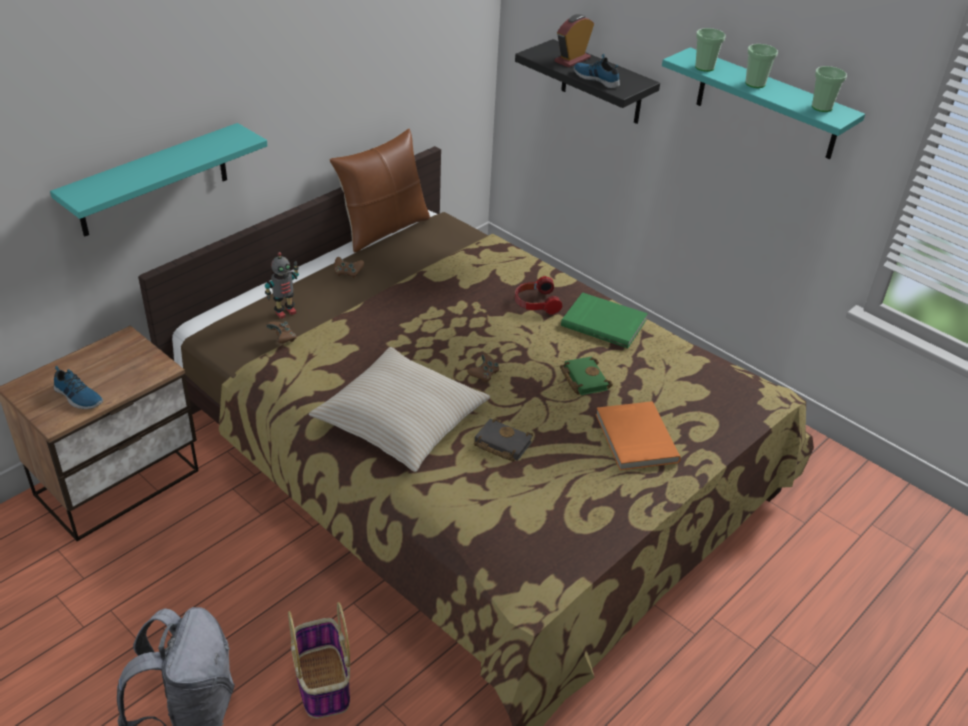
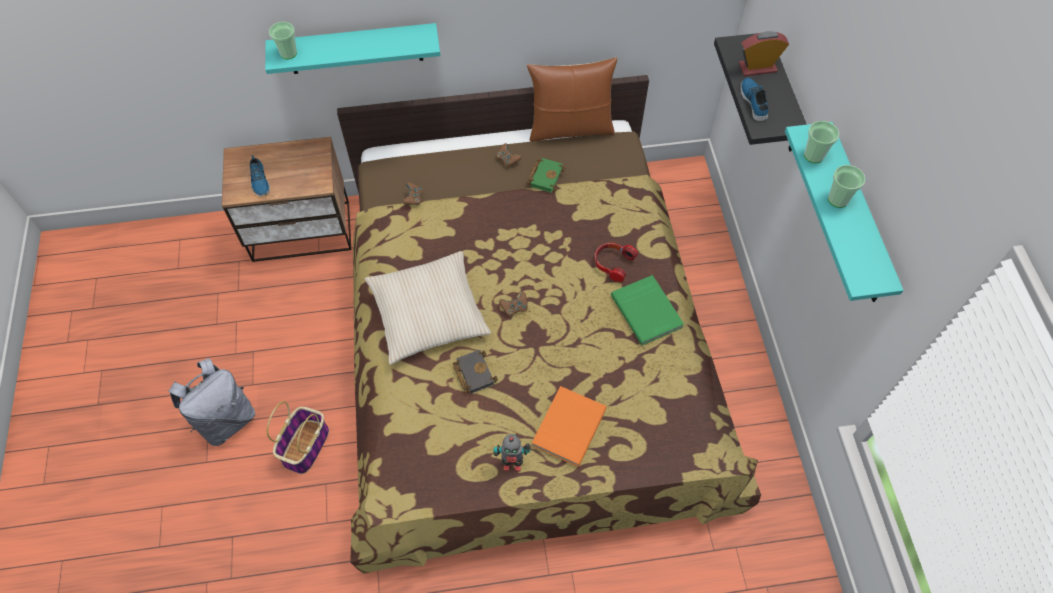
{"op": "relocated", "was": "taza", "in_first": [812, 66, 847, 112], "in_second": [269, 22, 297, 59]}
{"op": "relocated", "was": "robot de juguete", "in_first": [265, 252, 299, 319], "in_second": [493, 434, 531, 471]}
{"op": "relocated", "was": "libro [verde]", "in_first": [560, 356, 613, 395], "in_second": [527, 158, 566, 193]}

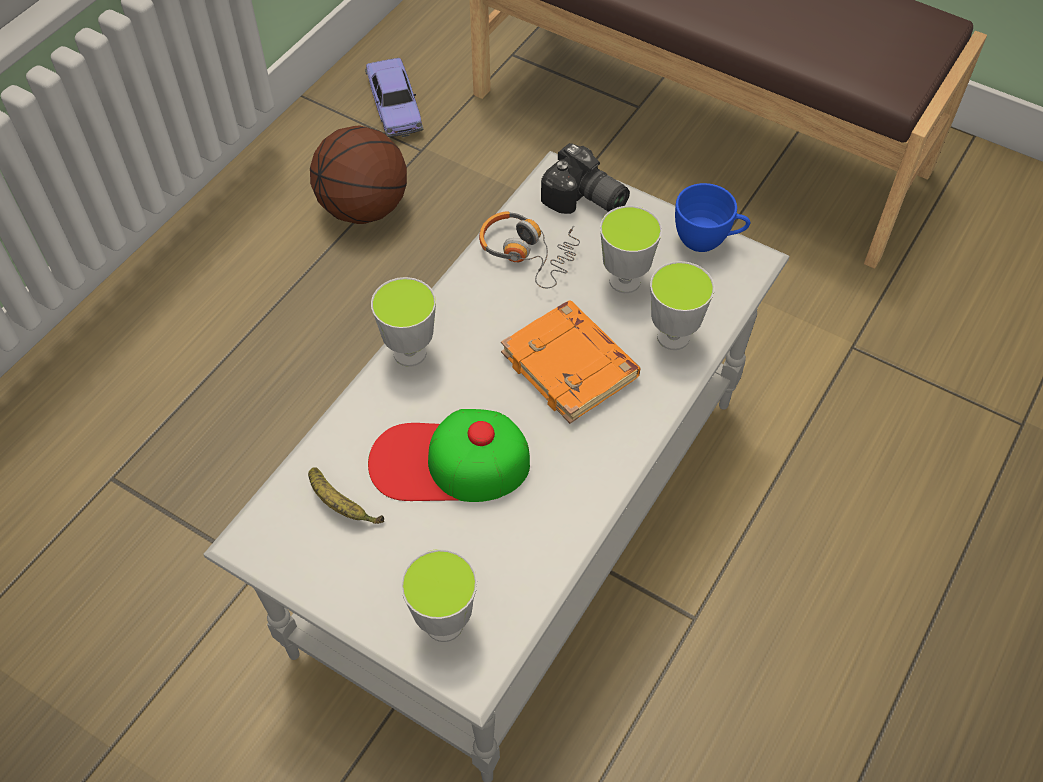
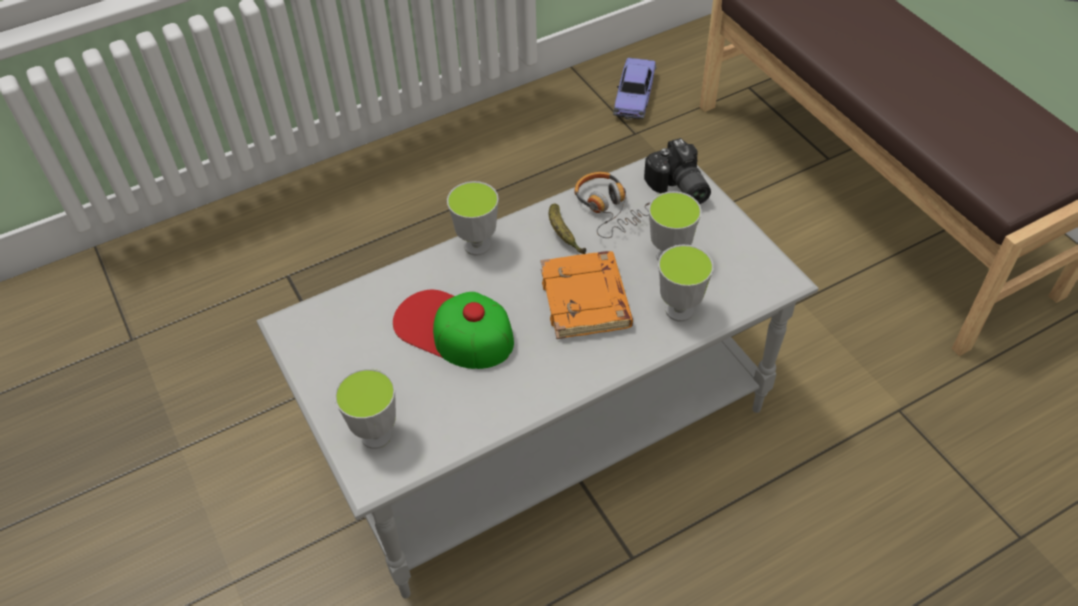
{"op": "relocated", "was": "plátano", "in_first": [308, 467, 384, 524], "in_second": [549, 204, 586, 254]}
{"op": "missing", "was": "balón de baloncesto", "in_first": [310, 125, 407, 224]}
{"op": "missing", "was": "taza [azul]", "in_first": [675, 183, 750, 252]}

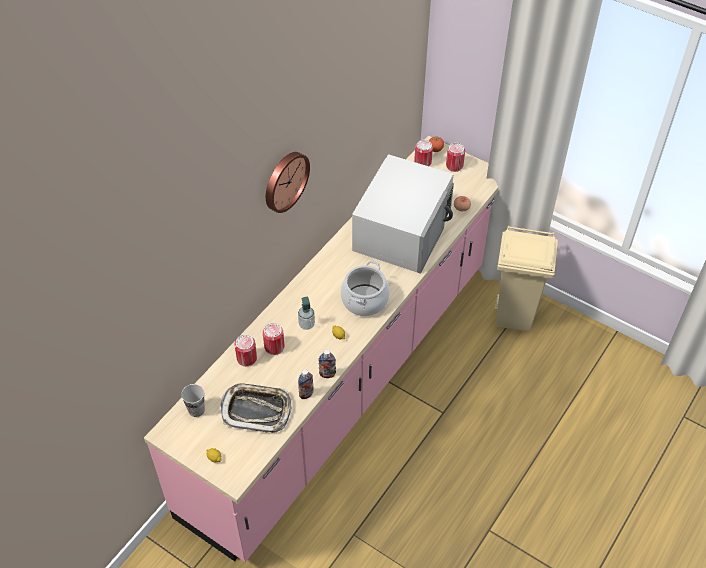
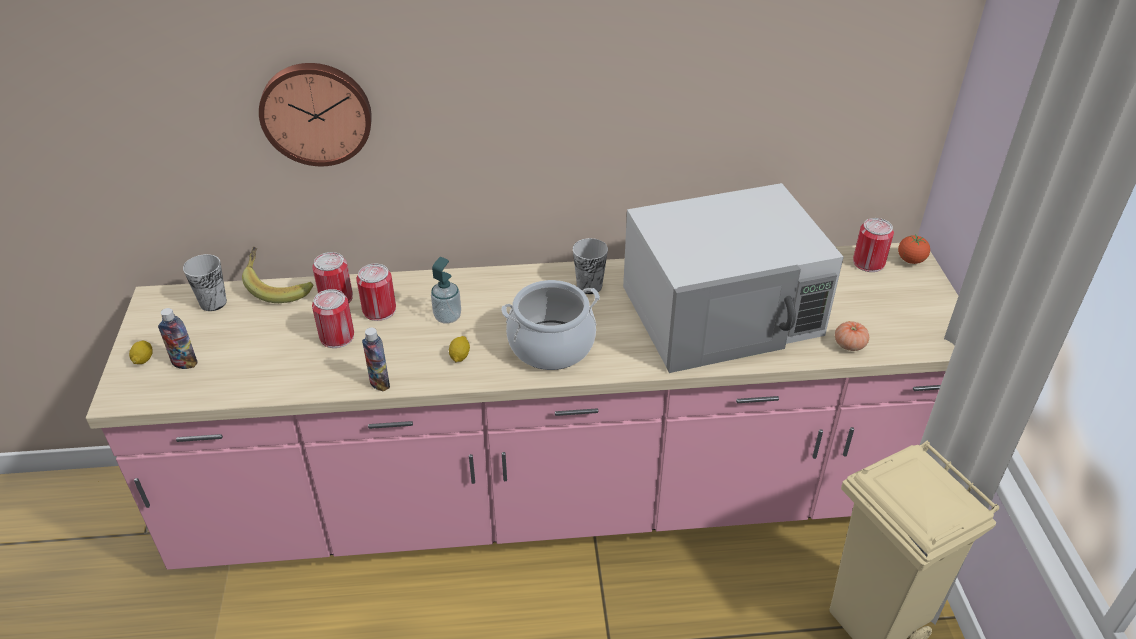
{"op": "relocated", "was": "botella", "in_first": [298, 369, 313, 399], "in_second": [158, 308, 198, 369]}
{"op": "appeared", "now": "plátano", "in_second": [242, 247, 313, 303]}
{"op": "relocated", "was": "reloj de pared", "in_first": [266, 152, 310, 213], "in_second": [259, 63, 372, 166]}
{"op": "relocated", "was": "lata", "in_first": [446, 143, 465, 172], "in_second": [312, 289, 354, 348]}
{"op": "appeared", "now": "taza", "in_second": [573, 238, 608, 294]}
{"op": "missing", "was": "bandeja", "in_first": [221, 383, 292, 433]}

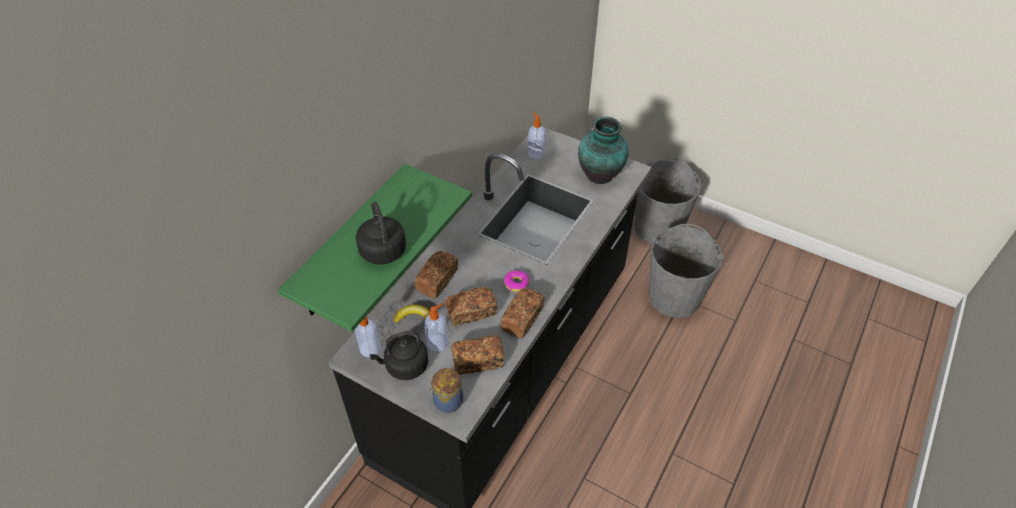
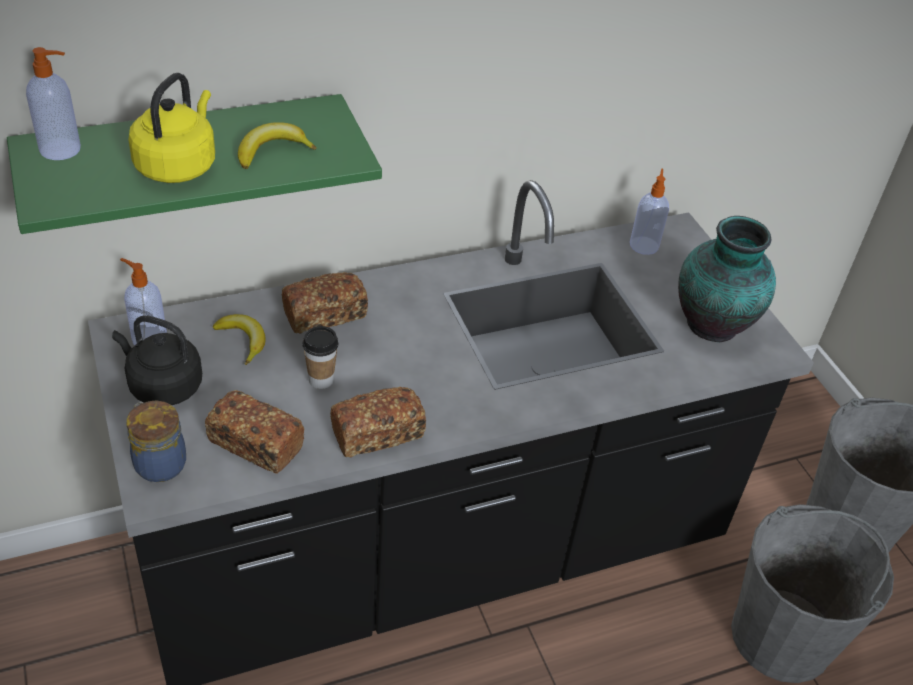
{"op": "relocated", "was": "dispensador de jabón", "in_first": [425, 303, 448, 352], "in_second": [26, 47, 81, 160]}
{"op": "colour", "was": "hervidor [negro]", "now": "hervidor [amarillo]", "in_first": [356, 202, 406, 265], "in_second": [128, 73, 215, 183]}
{"op": "appeared", "now": "plátano", "in_second": [238, 122, 317, 169]}
{"op": "exchanged", "was": "pan", "now": "taza", "in_first": [445, 287, 497, 326], "in_second": [302, 326, 338, 389]}
{"op": "missing", "was": "rosquilla", "in_first": [504, 270, 529, 292]}

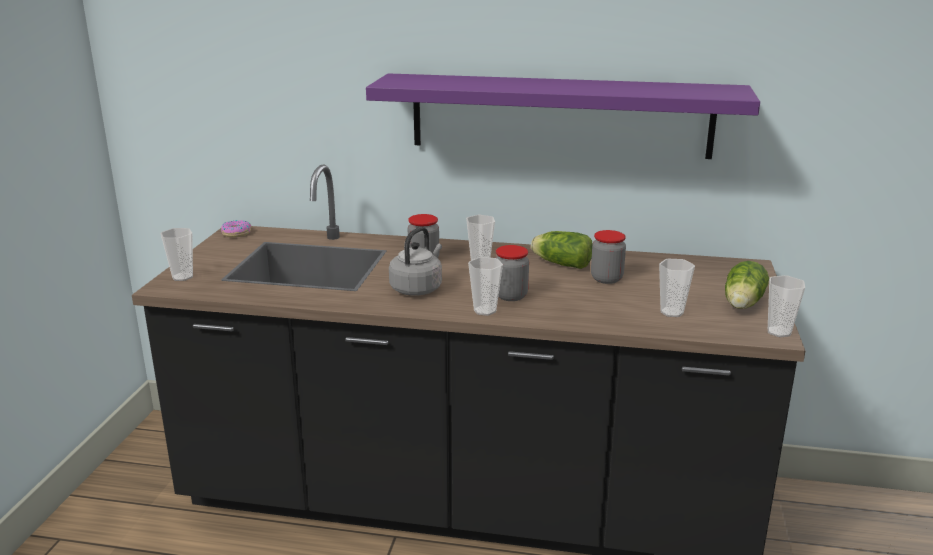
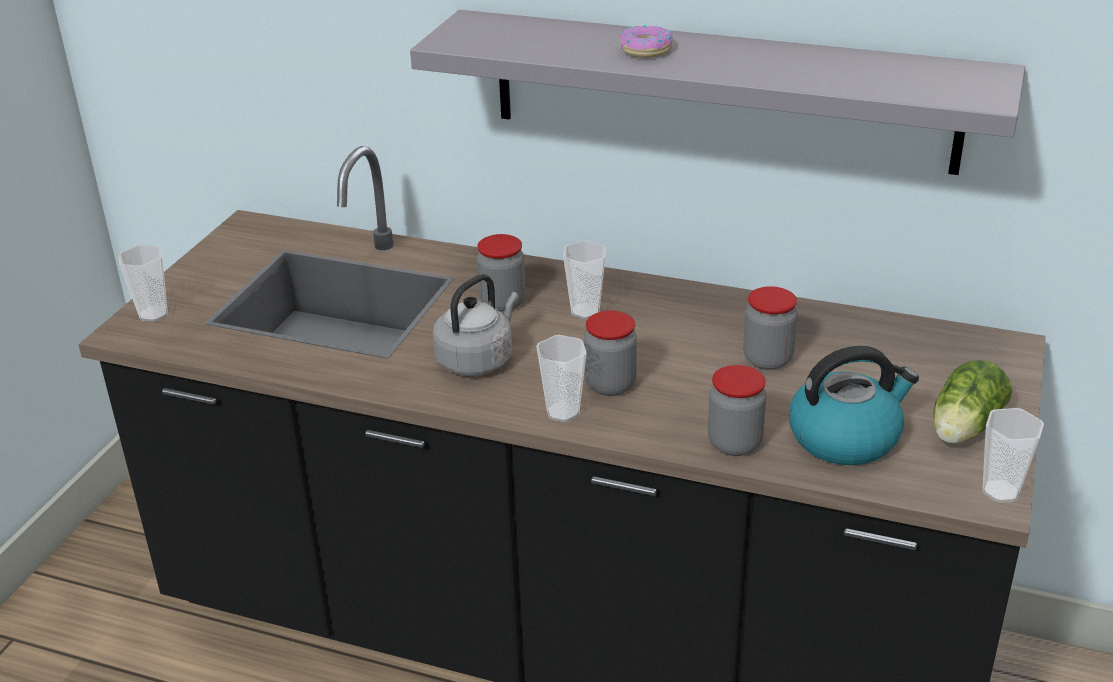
{"op": "colour", "was": "estante [morado]", "now": "estante [gris]", "in_first": [366, 73, 760, 159], "in_second": [410, 10, 1025, 175]}
{"op": "relocated", "was": "rosquilla", "in_first": [221, 220, 251, 238], "in_second": [620, 25, 673, 58]}
{"op": "appeared", "now": "tarro", "in_second": [708, 365, 766, 456]}
{"op": "exchanged", "was": "taza", "now": "hervidor", "in_first": [659, 259, 695, 317], "in_second": [789, 346, 919, 465]}
{"op": "missing", "was": "lechuga", "in_first": [531, 231, 592, 269]}

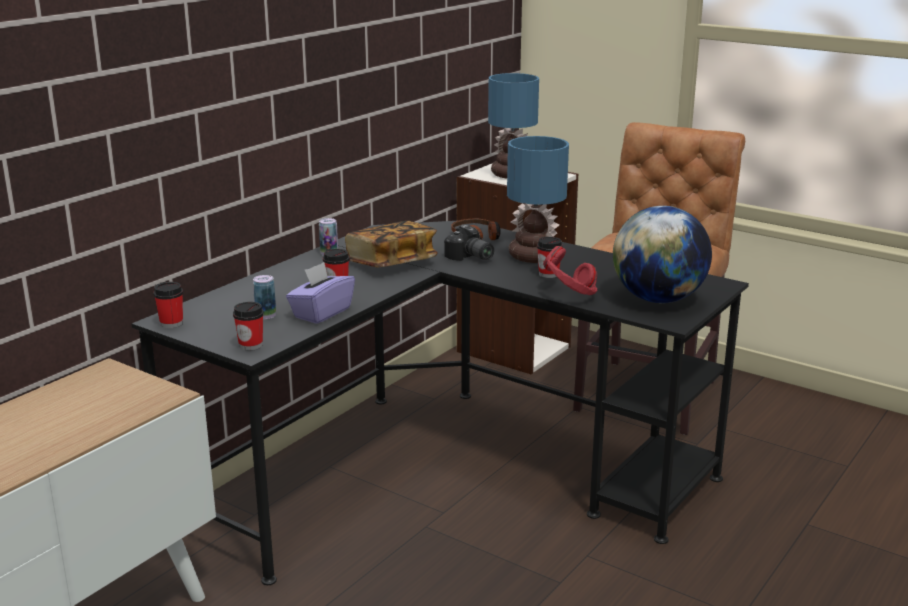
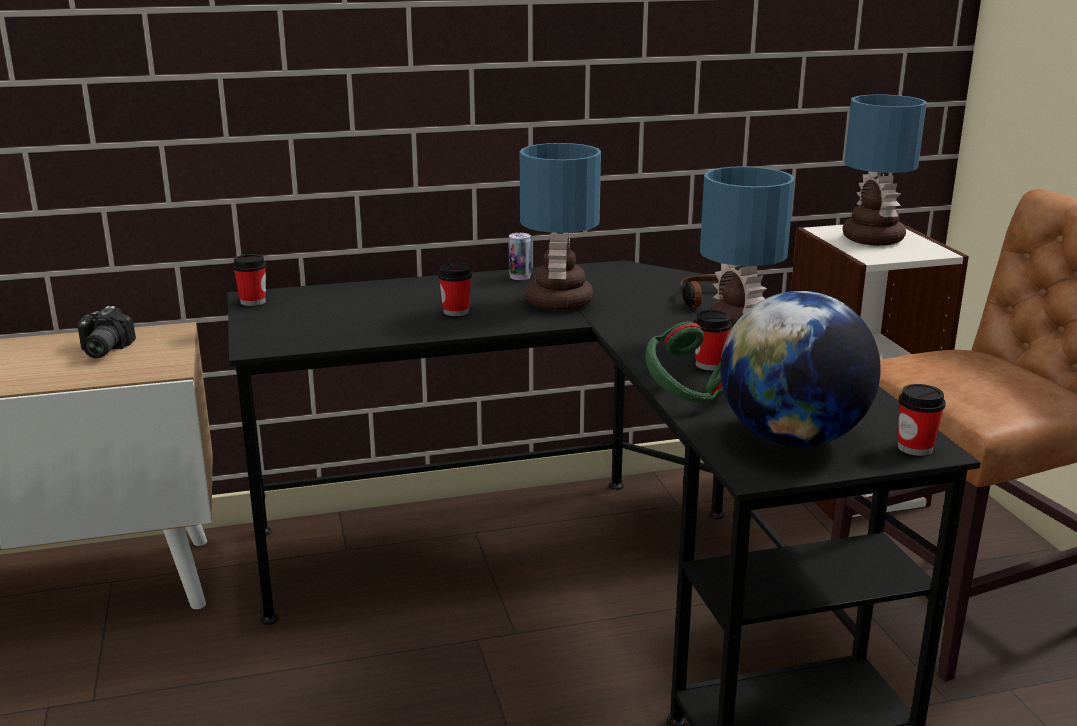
{"op": "relocated", "was": "cámara", "in_first": [444, 225, 494, 261], "in_second": [77, 306, 136, 358]}
{"op": "exchanged", "was": "libro", "now": "lámpara de mesa", "in_first": [345, 221, 437, 267], "in_second": [520, 143, 601, 311]}
{"op": "colour", "was": "auriculares [rojo]", "now": "auriculares [verde]", "in_first": [543, 246, 597, 295], "in_second": [645, 322, 724, 402]}
{"op": "relocated", "was": "taza", "in_first": [233, 302, 264, 351], "in_second": [898, 384, 946, 456]}
{"op": "missing", "was": "lata", "in_first": [253, 275, 276, 319]}
{"op": "missing", "was": "caja de pañuelos [morado]", "in_first": [286, 262, 355, 324]}

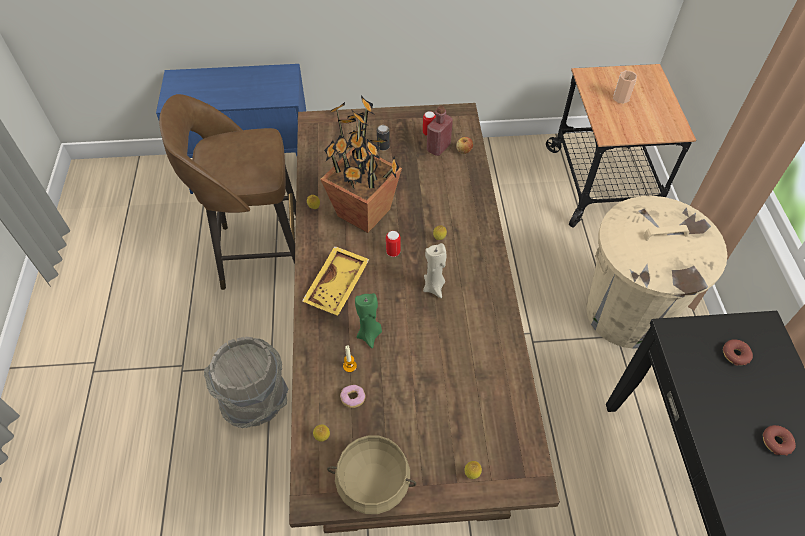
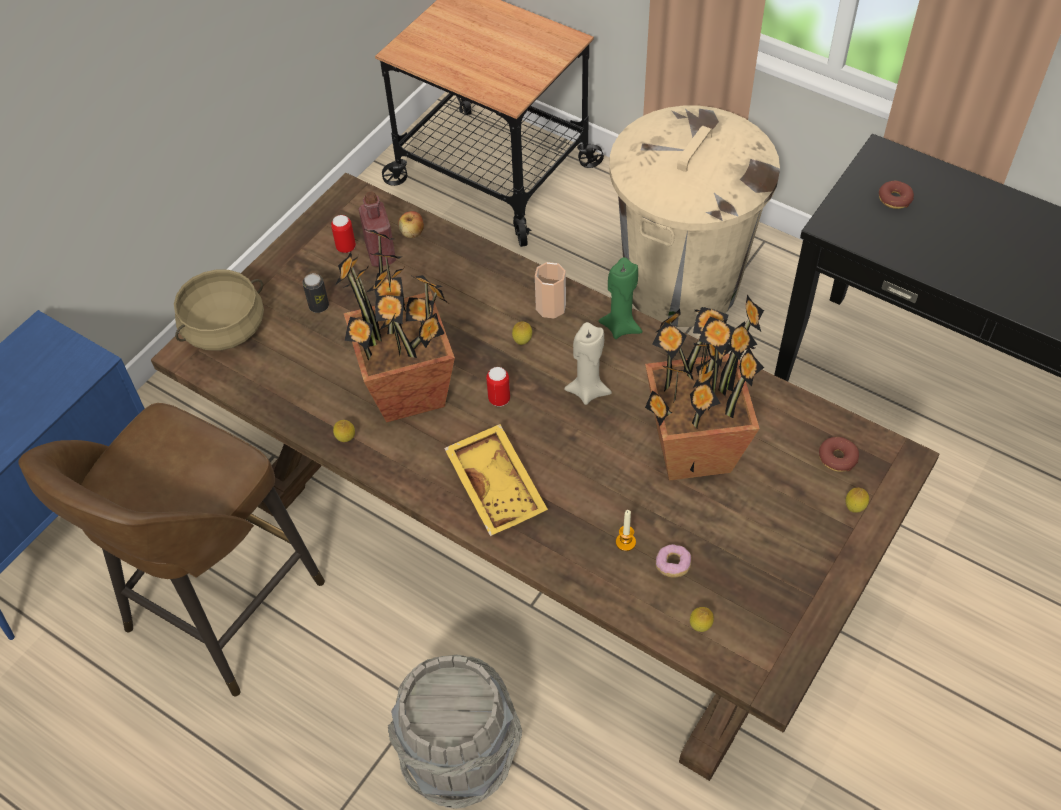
{"op": "relocated", "was": "olla [beis]", "in_first": [327, 435, 416, 514], "in_second": [174, 269, 264, 351]}
{"op": "relocated", "was": "taza", "in_first": [613, 70, 637, 104], "in_second": [535, 262, 566, 318]}
{"op": "relocated", "was": "vela [verde]", "in_first": [355, 293, 382, 348], "in_second": [599, 257, 643, 339]}
{"op": "appeared", "now": "planta en maceta", "in_second": [645, 295, 764, 481]}
{"op": "relocated", "was": "rosquilla", "in_first": [763, 425, 796, 456], "in_second": [819, 437, 859, 472]}

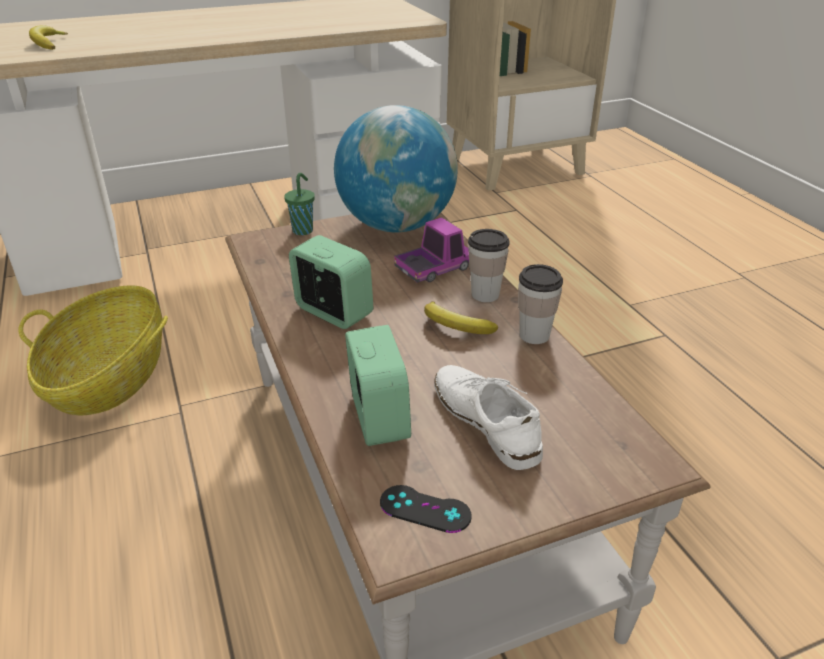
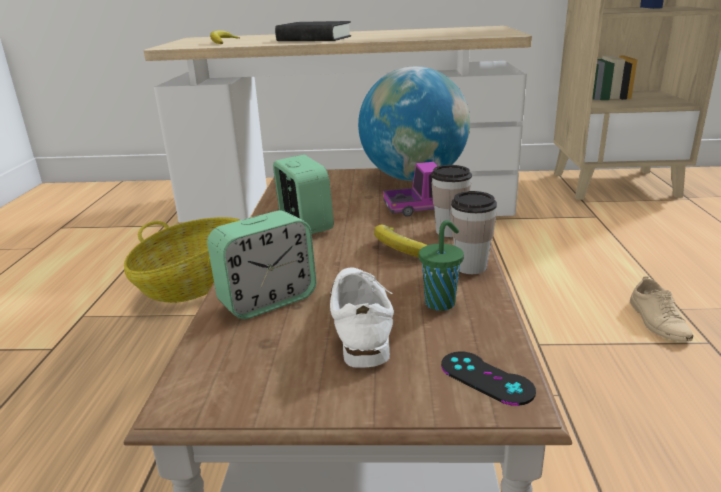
{"op": "spun", "was": "despertador", "in_first": [345, 325, 411, 446], "in_second": [207, 210, 316, 319], "clockwise": 45}
{"op": "appeared", "now": "libro [negro]", "in_second": [275, 21, 351, 41]}
{"op": "relocated", "was": "taza [verde]", "in_first": [284, 173, 315, 235], "in_second": [419, 220, 464, 311]}
{"op": "relocated", "was": "mando de consola [negro]", "in_first": [380, 485, 472, 533], "in_second": [441, 352, 536, 406]}
{"op": "appeared", "now": "zapato [beis]", "in_second": [630, 276, 693, 342]}

